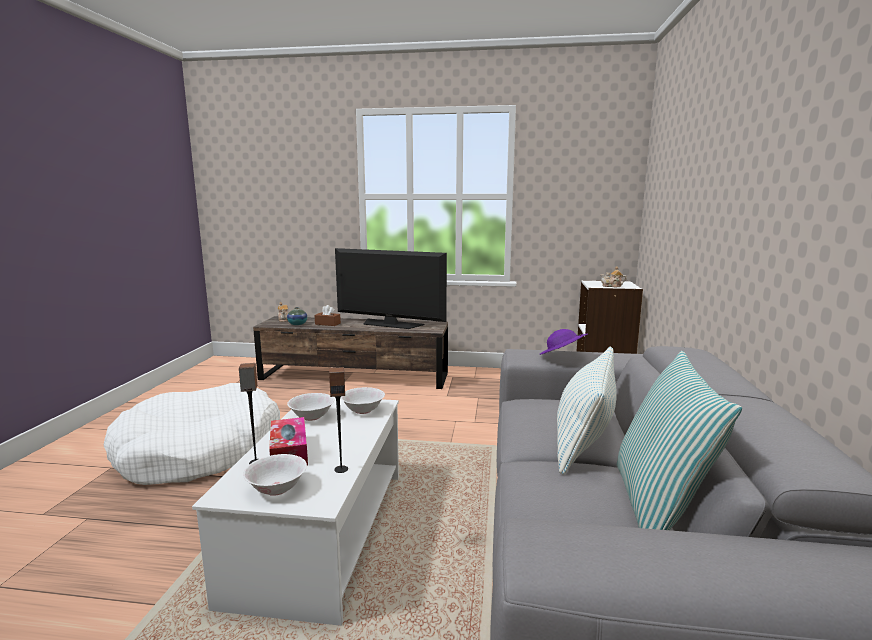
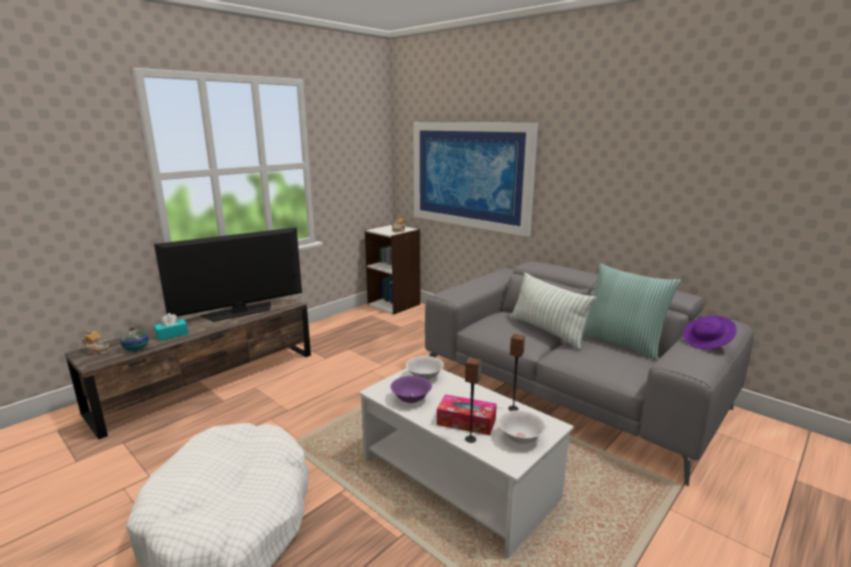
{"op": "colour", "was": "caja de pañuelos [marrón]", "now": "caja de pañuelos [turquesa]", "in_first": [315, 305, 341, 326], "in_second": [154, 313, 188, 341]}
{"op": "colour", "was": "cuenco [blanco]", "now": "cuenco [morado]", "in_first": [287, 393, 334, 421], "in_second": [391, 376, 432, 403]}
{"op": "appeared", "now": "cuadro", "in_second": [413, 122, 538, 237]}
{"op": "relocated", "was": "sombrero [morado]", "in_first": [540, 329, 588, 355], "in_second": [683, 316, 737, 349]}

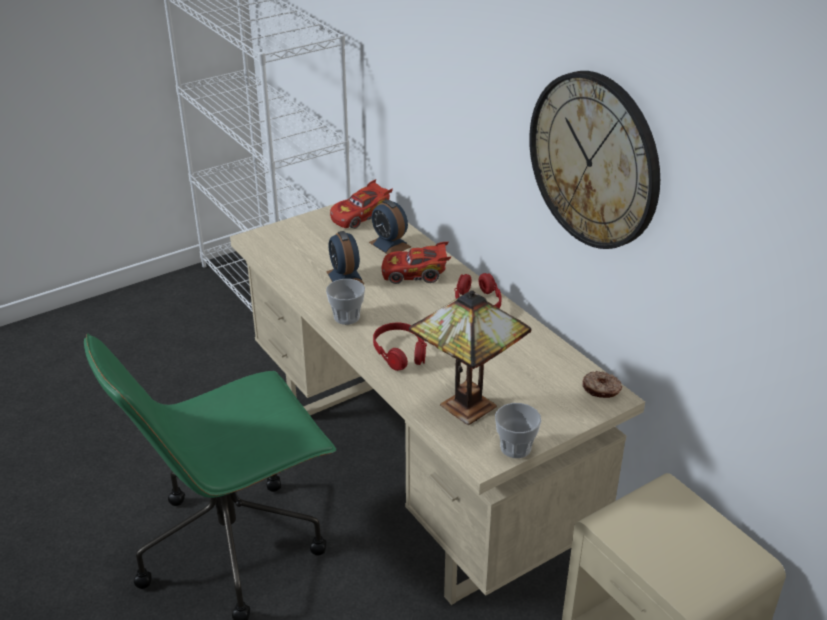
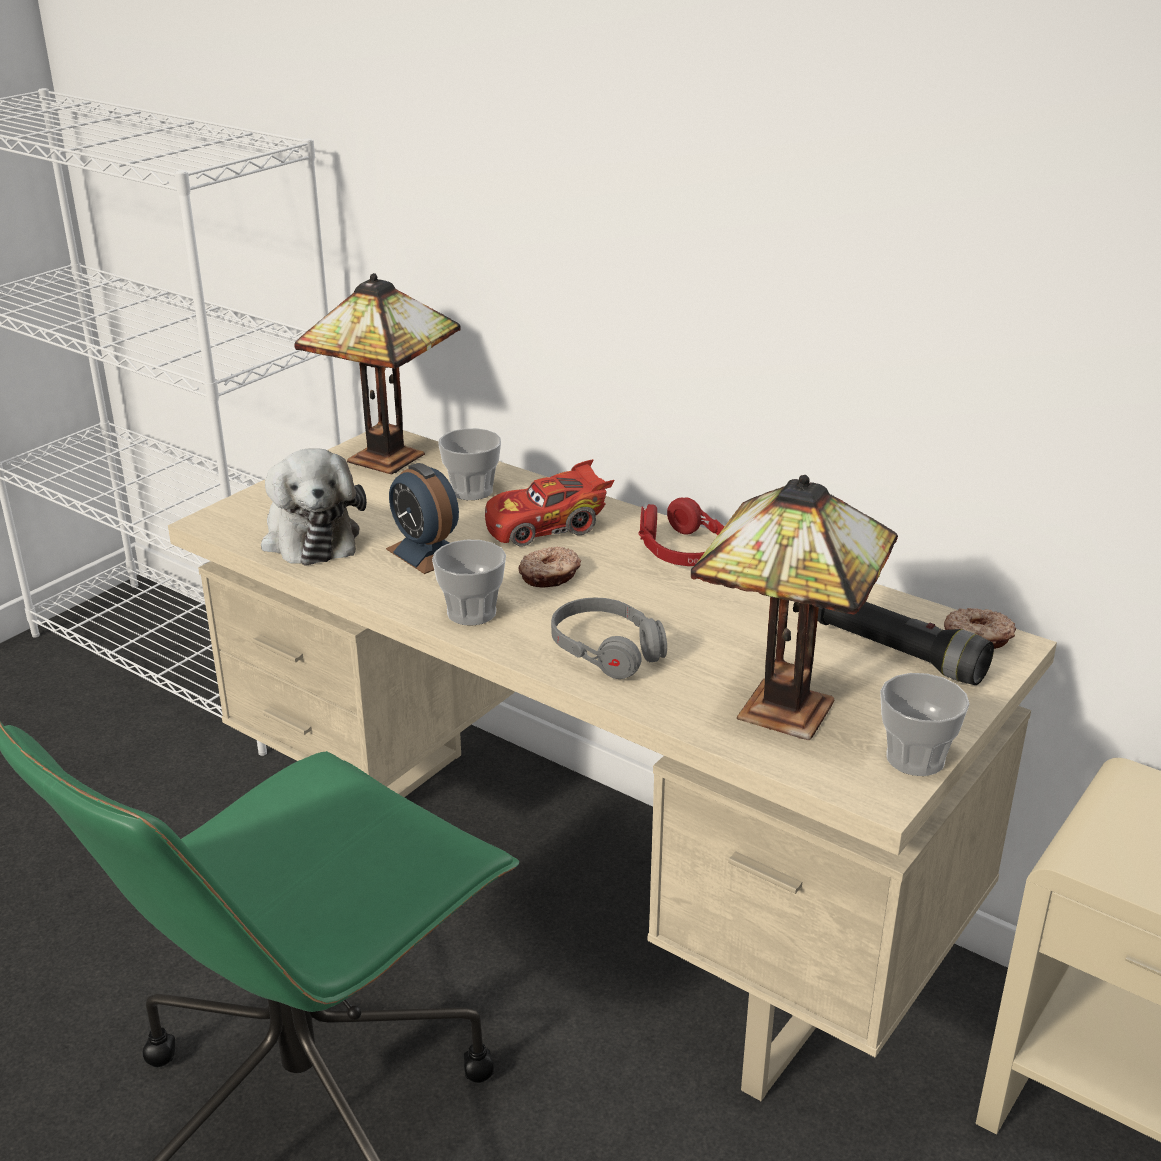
{"op": "appeared", "now": "peluche", "in_second": [261, 448, 367, 566]}
{"op": "exchanged", "was": "coche de juguete [rojo]", "now": "lámpara de mesa", "in_first": [330, 179, 393, 229], "in_second": [294, 273, 460, 474]}
{"op": "exchanged", "was": "despertador", "now": "taza", "in_first": [369, 200, 411, 254], "in_second": [439, 428, 501, 500]}
{"op": "appeared", "now": "rosquilla", "in_second": [518, 547, 581, 588]}
{"op": "colour", "was": "auriculares [rojo]", "now": "auriculares [gris]", "in_first": [373, 323, 427, 371], "in_second": [551, 598, 667, 679]}
{"op": "appeared", "now": "linterna [negro]", "in_second": [817, 602, 994, 685]}
{"op": "missing", "was": "reloj de pared", "in_first": [529, 71, 660, 249]}

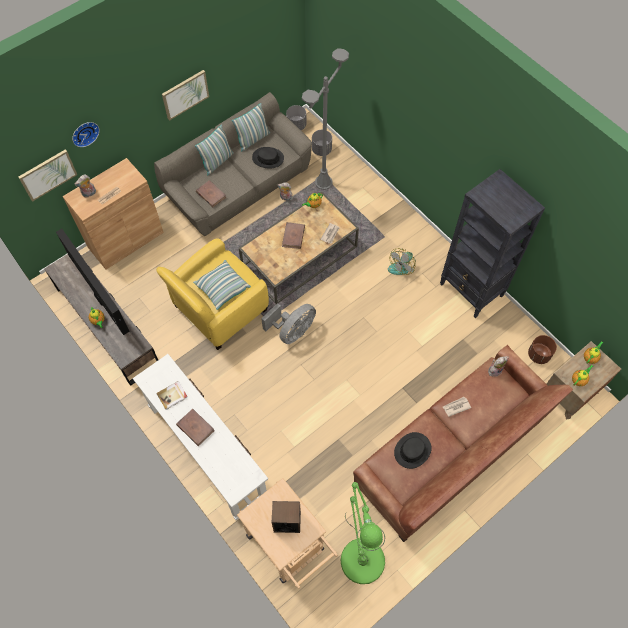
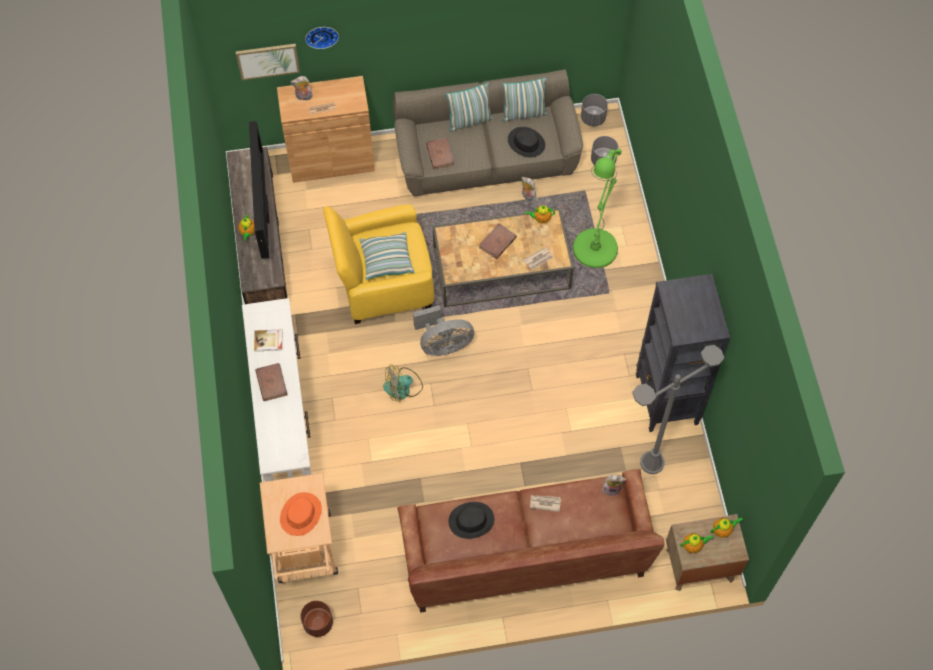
{"op": "exchanged", "was": "altavoz", "now": "sombrero [naranja]", "in_first": [272, 501, 301, 533], "in_second": [280, 492, 322, 536]}
{"op": "relocated", "was": "maceta [marrón]", "in_first": [528, 335, 557, 364], "in_second": [301, 601, 333, 637]}
{"op": "relocated", "was": "ventilador", "in_first": [388, 248, 416, 275], "in_second": [383, 364, 423, 402]}
{"op": "relocated", "was": "lámpara de pie [verde]", "in_first": [341, 482, 385, 584], "in_second": [573, 149, 622, 268]}
{"op": "relocated", "was": "lámpara de pie [gris]", "in_first": [302, 48, 349, 190], "in_second": [632, 345, 724, 474]}
{"op": "missing", "was": "cuadro", "in_first": [162, 70, 209, 121]}

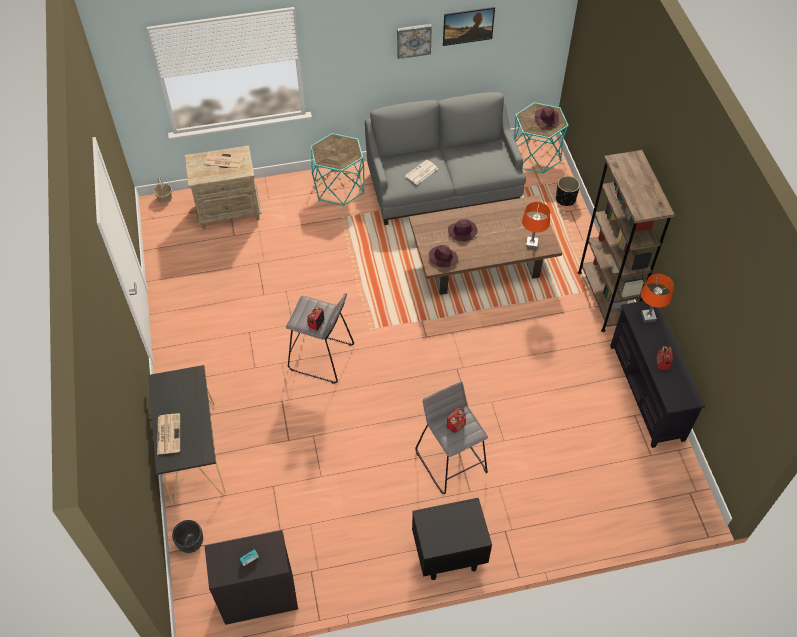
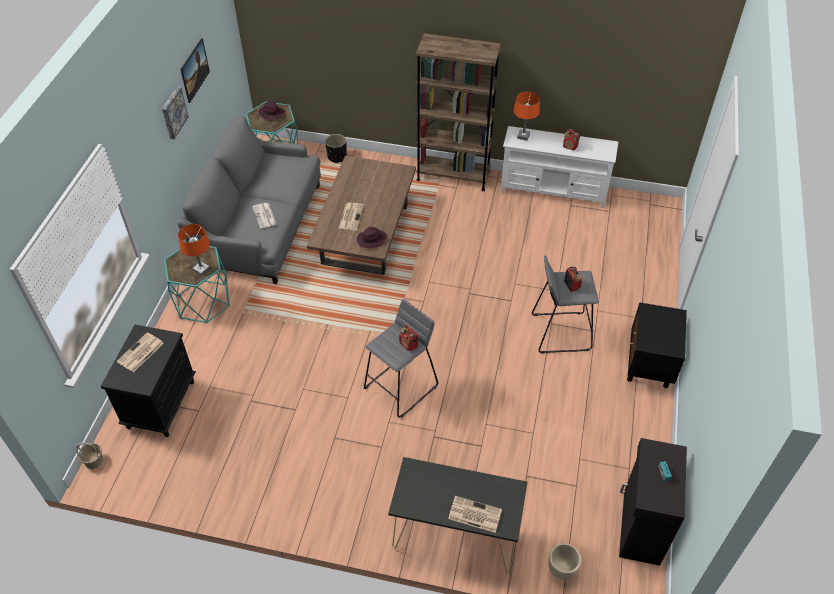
{"op": "colour", "was": "mesita de noche [beis]", "now": "mesita de noche [negro]", "in_first": [184, 145, 262, 229], "in_second": [101, 325, 196, 437]}
{"op": "relocated", "was": "lámpara de mesa [naranja]", "in_first": [522, 202, 550, 249], "in_second": [178, 224, 210, 276]}
{"op": "exchanged", "was": "sombrero [morado]", "now": "periódico", "in_first": [448, 219, 478, 242], "in_second": [338, 203, 364, 230]}
{"op": "colour", "was": "mueble de televisión [negro]", "now": "mueble de televisión [blanco]", "in_first": [610, 301, 705, 448], "in_second": [501, 126, 619, 208]}
{"op": "colour", "was": "maceta [negro]", "now": "maceta [beis]", "in_first": [172, 520, 203, 553], "in_second": [548, 543, 581, 580]}

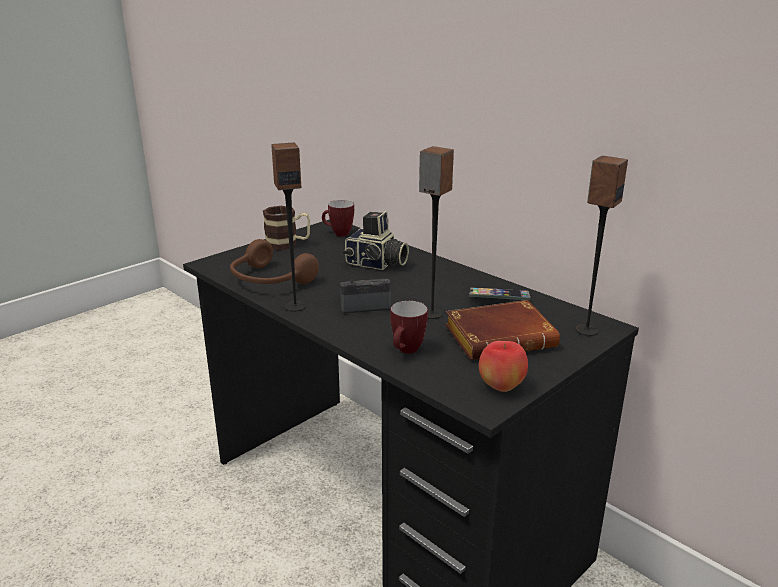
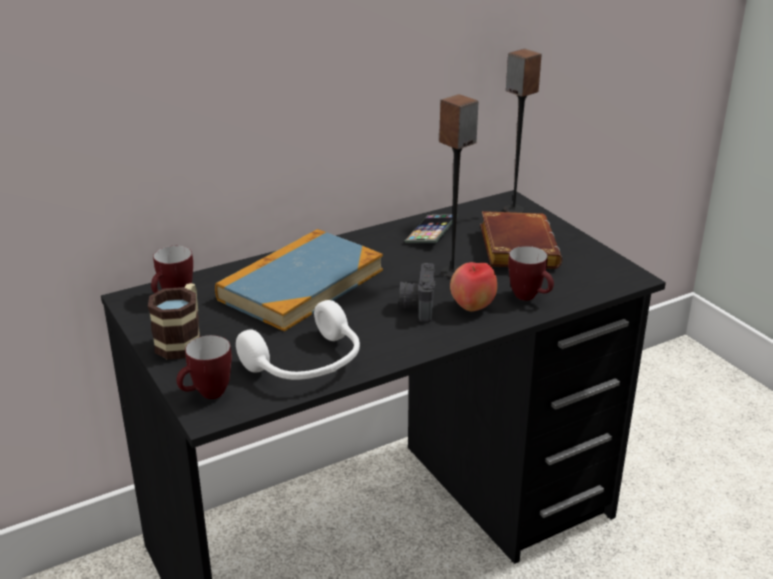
{"op": "appeared", "now": "taza grande", "in_second": [176, 335, 232, 399]}
{"op": "exchanged", "was": "cámara", "now": "libro", "in_first": [343, 211, 409, 270], "in_second": [215, 229, 383, 331]}
{"op": "colour", "was": "auriculares [marrón]", "now": "auriculares [blanco]", "in_first": [230, 239, 319, 284], "in_second": [236, 300, 360, 380]}
{"op": "relocated", "was": "manzana", "in_first": [479, 341, 528, 392], "in_second": [450, 262, 497, 312]}
{"op": "missing", "was": "altavoz", "in_first": [271, 143, 306, 311]}

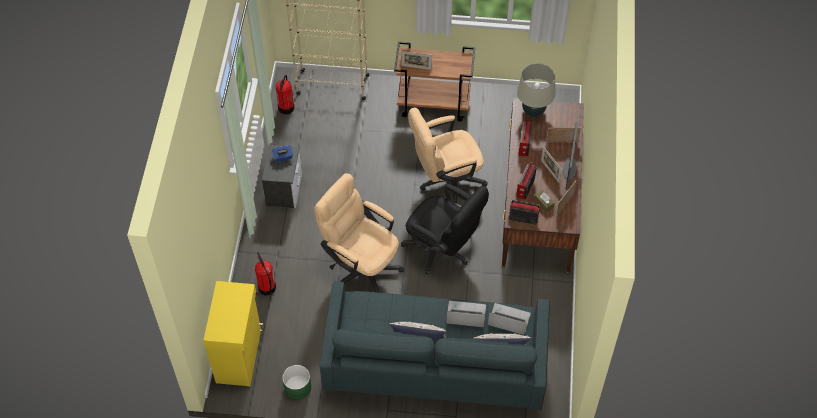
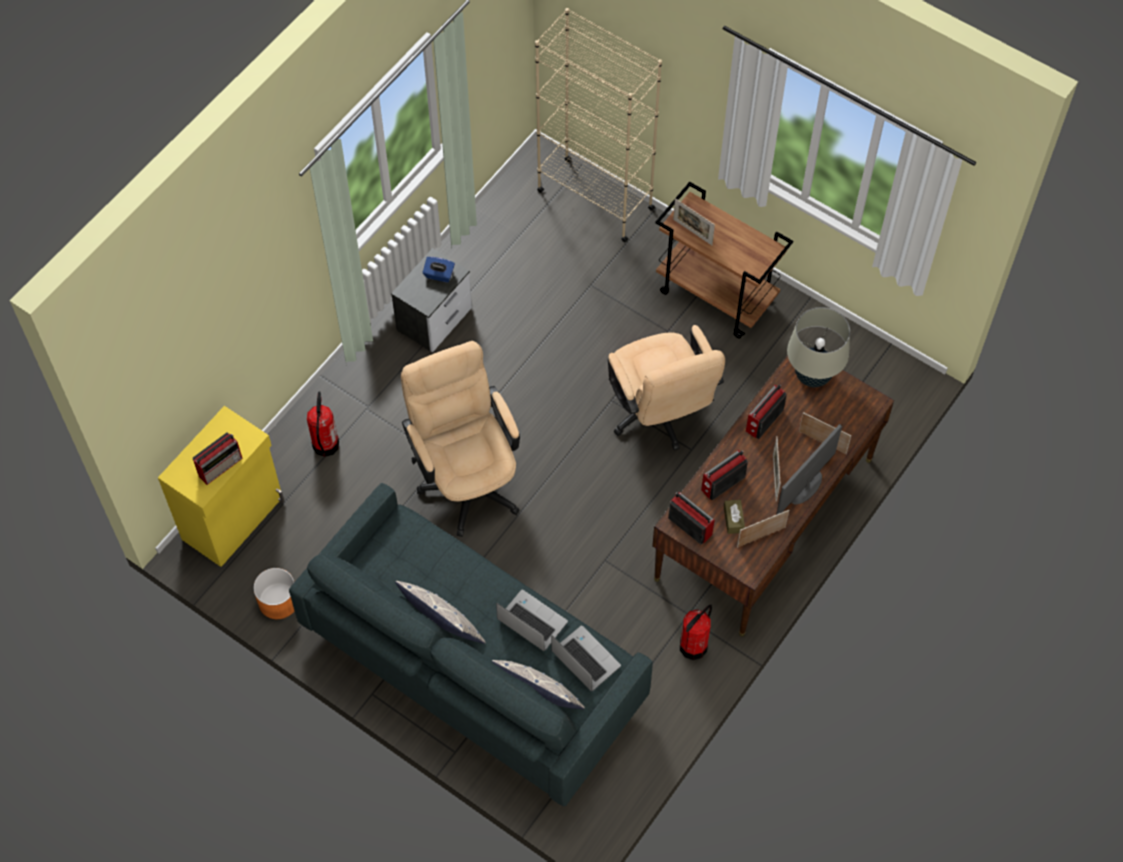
{"op": "appeared", "now": "radio", "in_second": [193, 433, 243, 485]}
{"op": "colour", "was": "maceta [verde]", "now": "maceta [naranja]", "in_first": [282, 365, 311, 400], "in_second": [253, 568, 294, 619]}
{"op": "spun", "was": "silla de oficina [beis]", "in_first": [408, 108, 488, 203], "in_second": [608, 325, 725, 451], "clockwise": -120}
{"op": "relocated", "was": "extintor", "in_first": [276, 75, 294, 115], "in_second": [680, 604, 712, 660]}
{"op": "missing", "was": "silla de oficina [negro]", "in_first": [401, 184, 489, 275]}

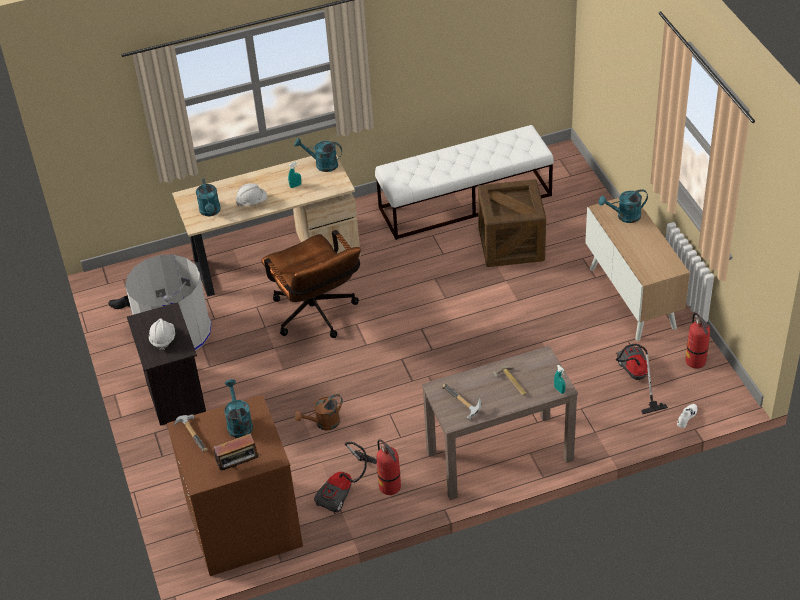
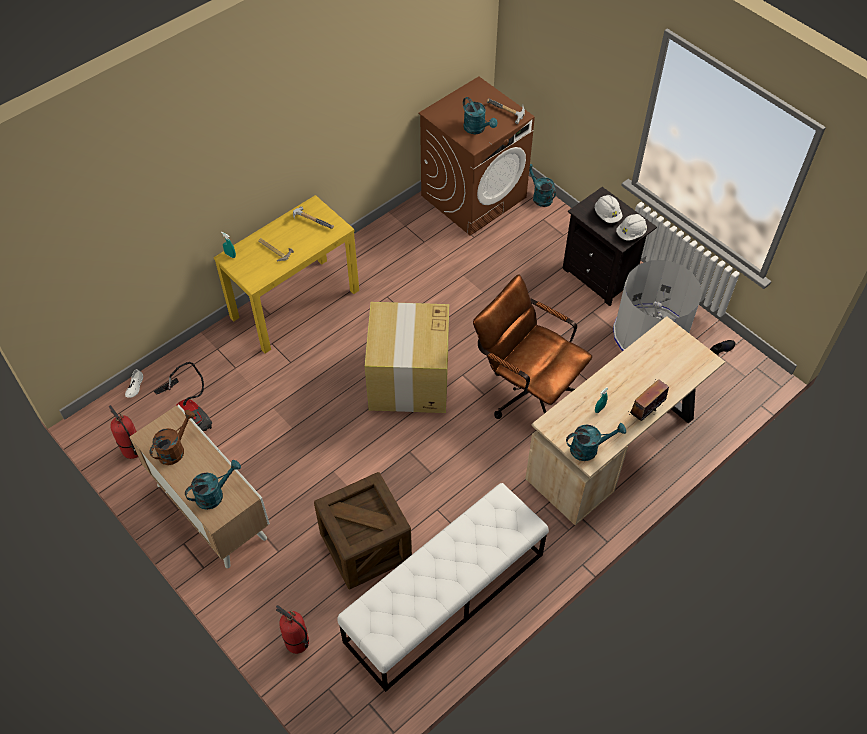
{"op": "relocated", "was": "regadera [marrón]", "in_first": [295, 394, 343, 430], "in_second": [150, 410, 195, 465]}
{"op": "colour", "was": "mesa consola [marrón]", "now": "mesa consola [amarillo]", "in_first": [422, 346, 578, 500], "in_second": [214, 195, 359, 354]}
{"op": "relocated", "was": "extintor", "in_first": [376, 439, 401, 495], "in_second": [276, 605, 309, 654]}
{"op": "appeared", "now": "caja de cartón", "in_second": [365, 302, 449, 413]}
{"op": "relocated", "was": "regadera [turquesa]", "in_first": [196, 178, 221, 216], "in_second": [529, 164, 556, 207]}
{"op": "relocated", "was": "casco [blanco]", "in_first": [236, 183, 267, 206], "in_second": [616, 214, 647, 241]}
{"op": "relocated", "was": "radio", "in_first": [214, 433, 261, 471], "in_second": [629, 379, 669, 421]}
{"op": "missing", "was": "aspiradora", "in_first": [314, 442, 377, 514]}

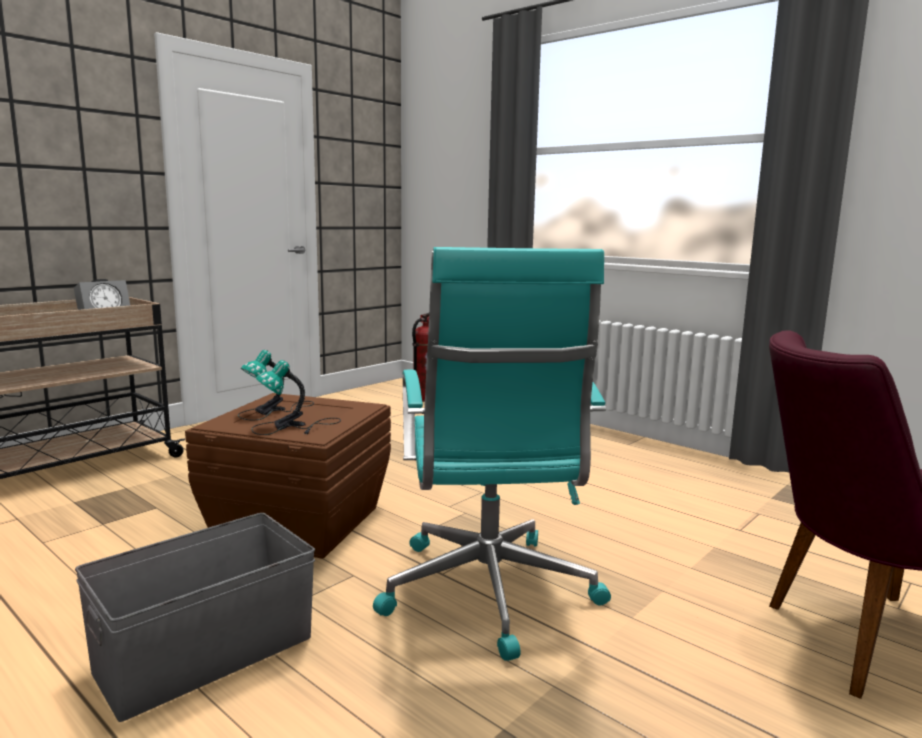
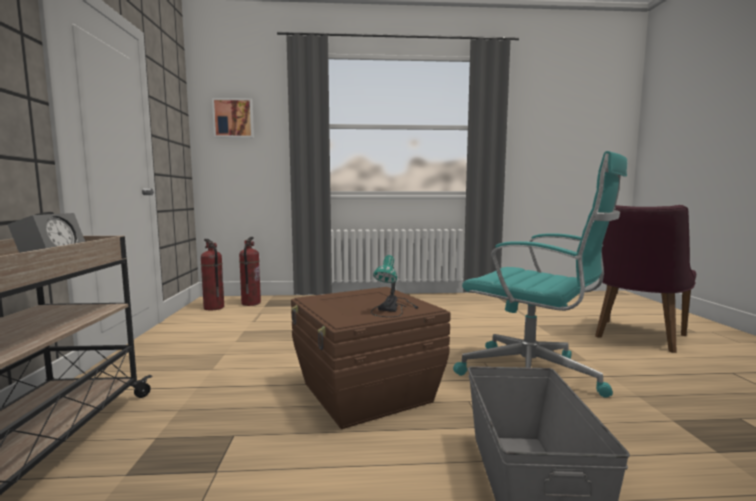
{"op": "appeared", "now": "extintor", "in_second": [201, 239, 224, 310]}
{"op": "appeared", "now": "cuadro", "in_second": [212, 98, 254, 138]}
{"op": "missing", "was": "lámpara de mesa", "in_first": [238, 350, 314, 421]}

